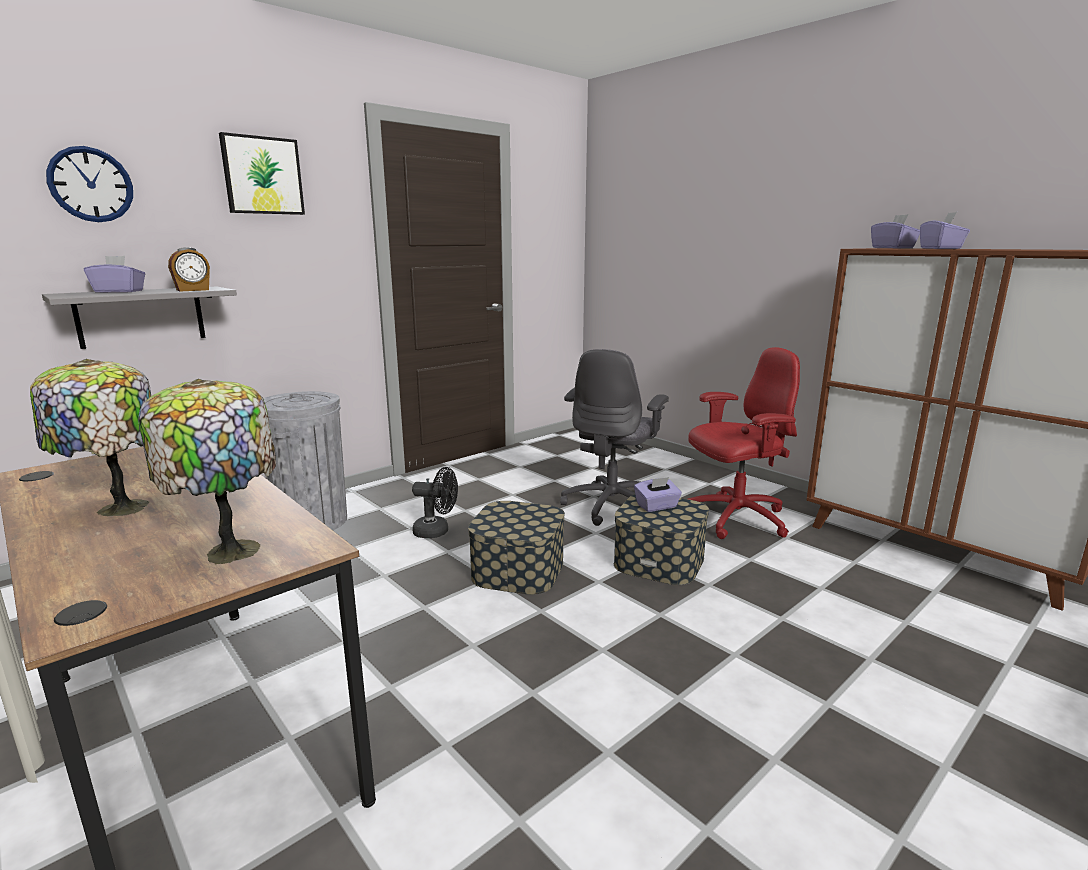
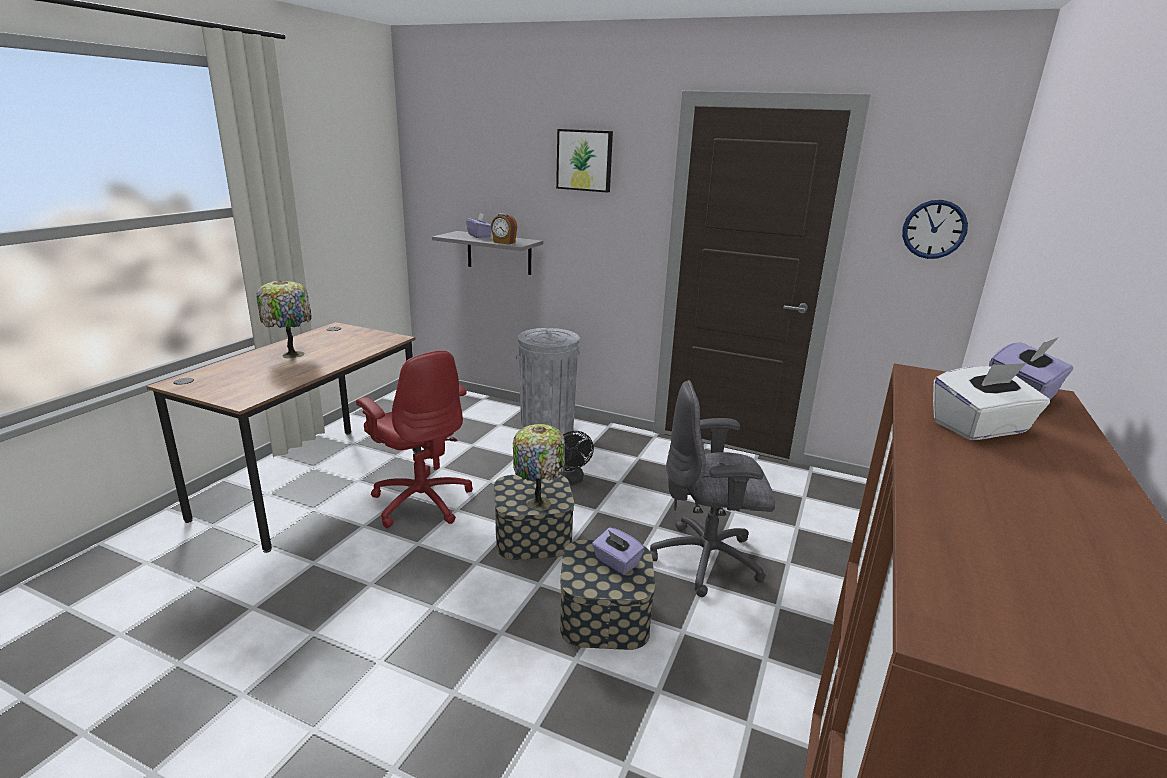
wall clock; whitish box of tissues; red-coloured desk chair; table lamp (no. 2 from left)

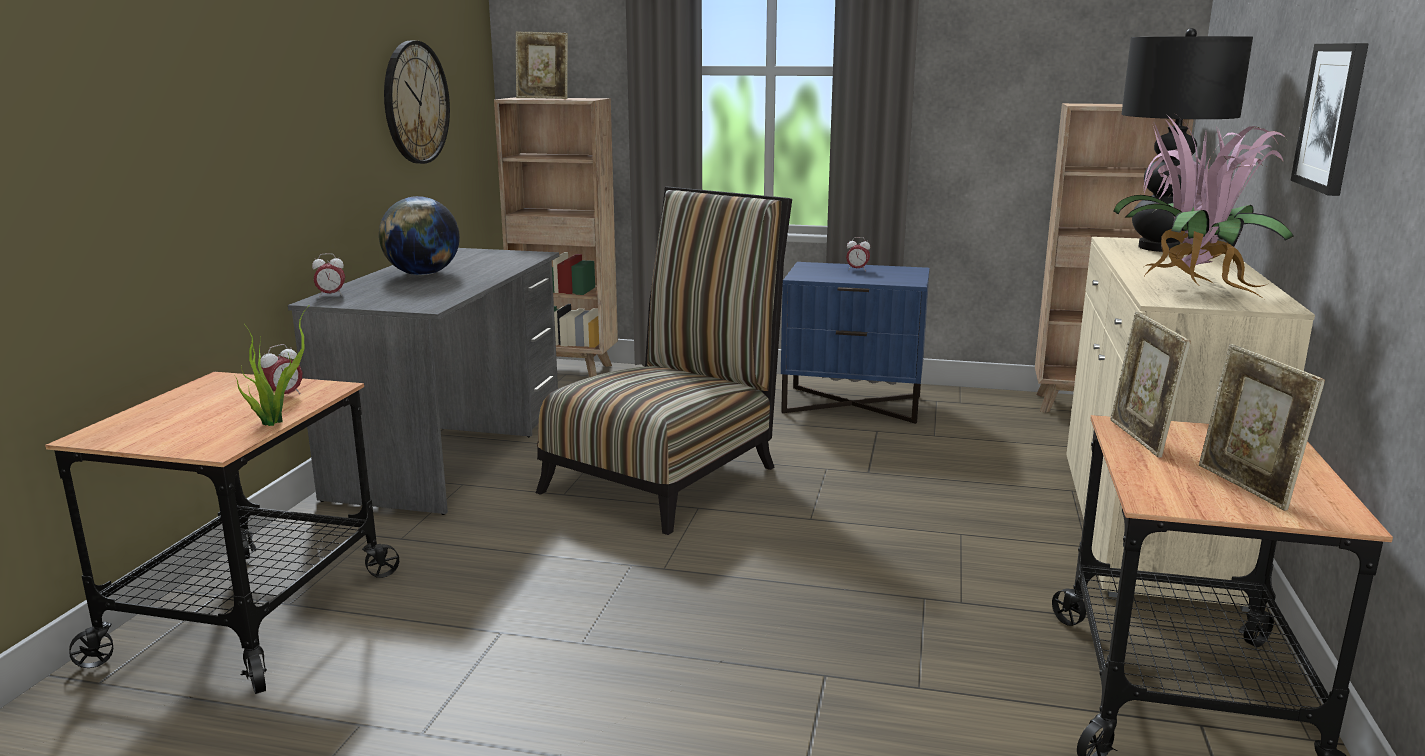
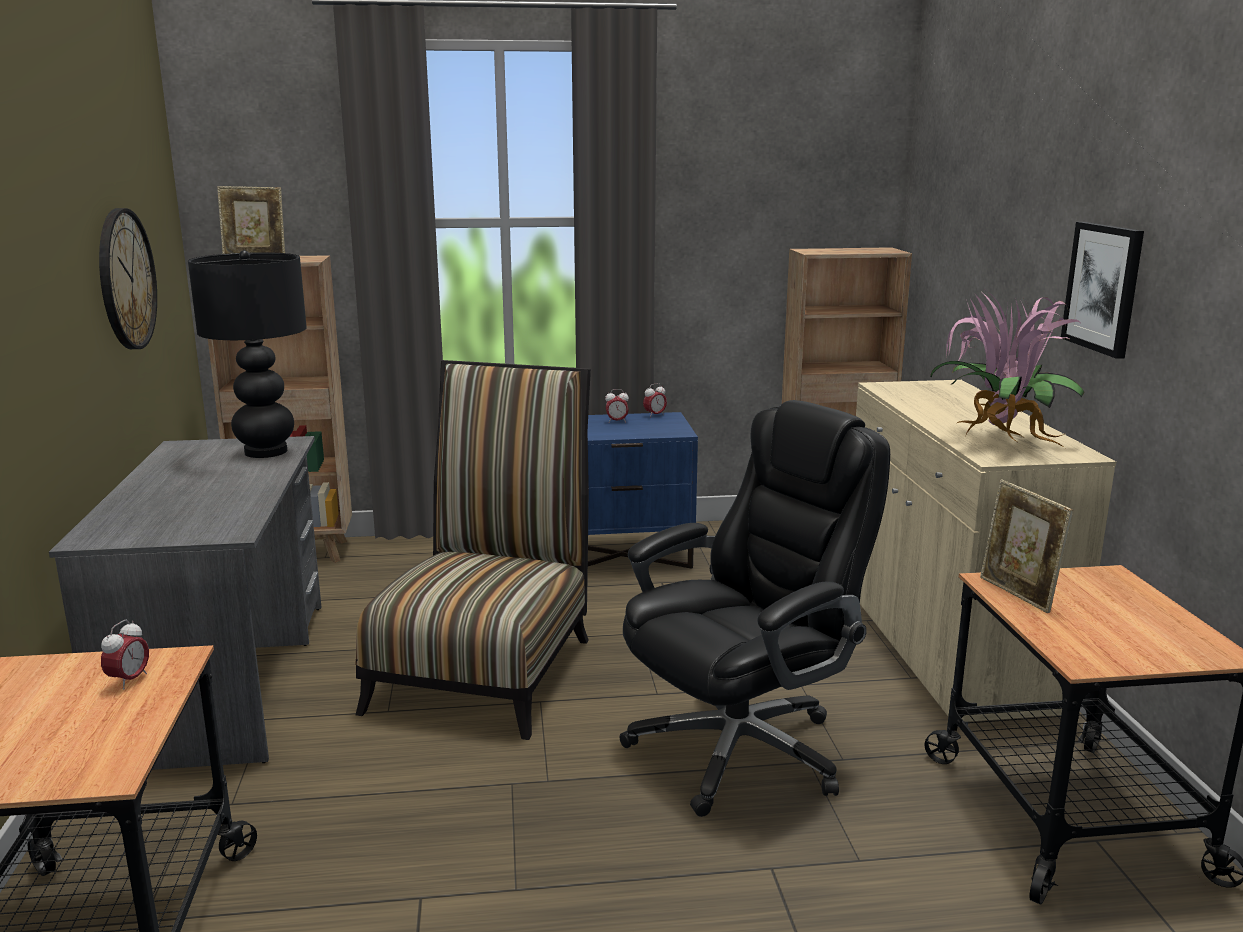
blackish table lamp; world globe; table clock (no. 3 from left); houseplant (no. 1 from left in the first image); picture frame (no. 3 from left in the first image); blackish desk chair

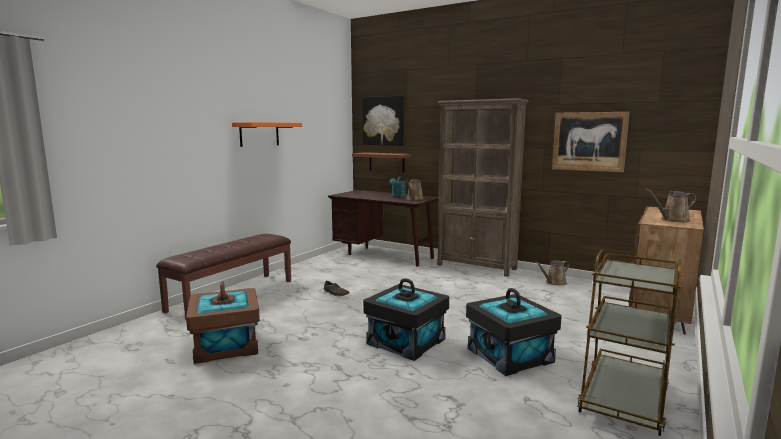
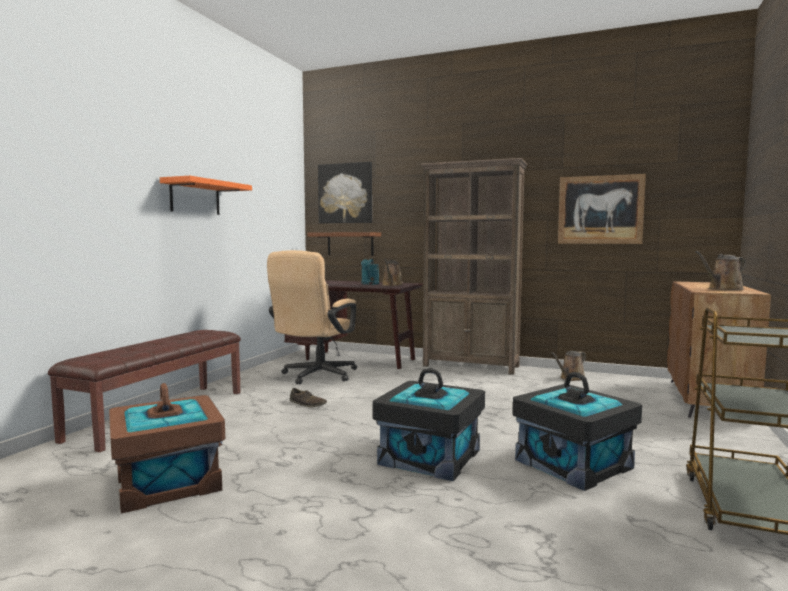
sand-coloured desk chair

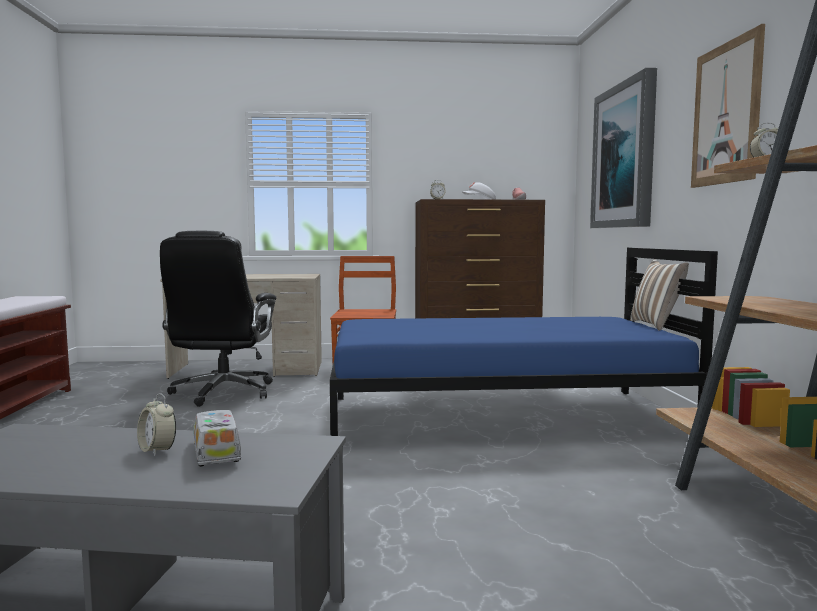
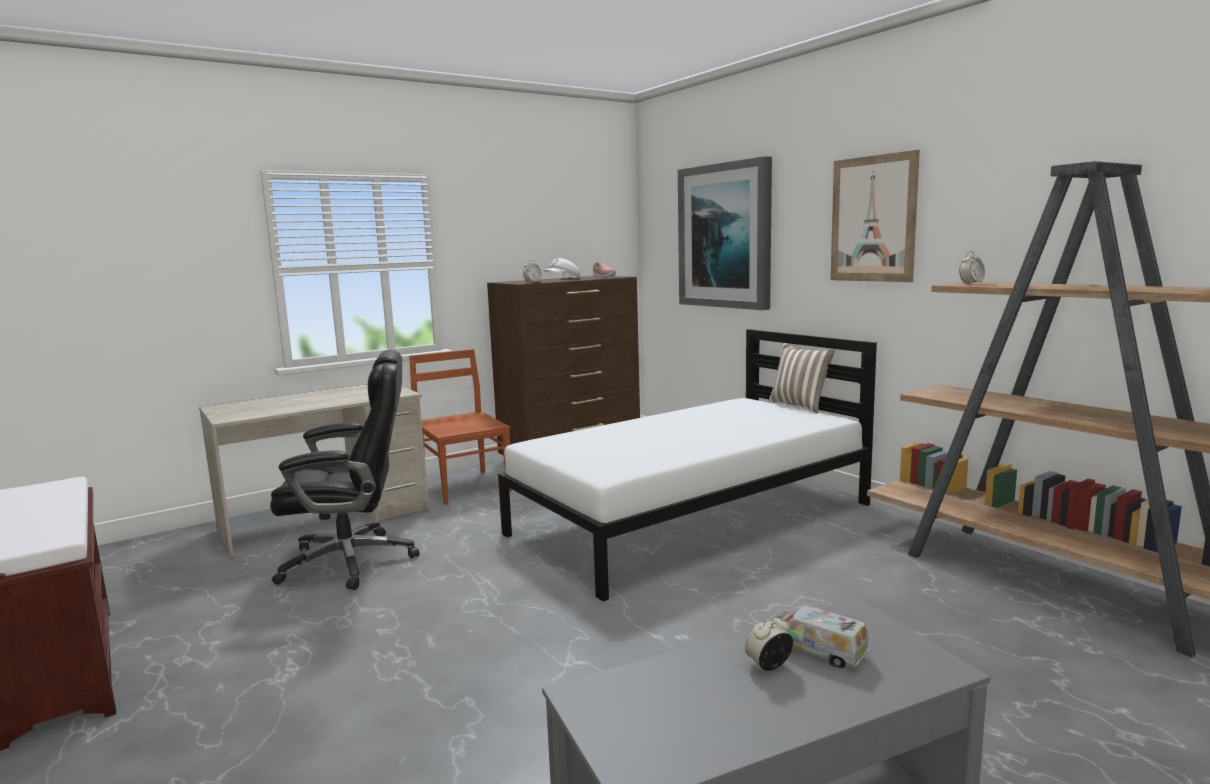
blackish desk chair; whitish bed; table clock (no. 2 from left)

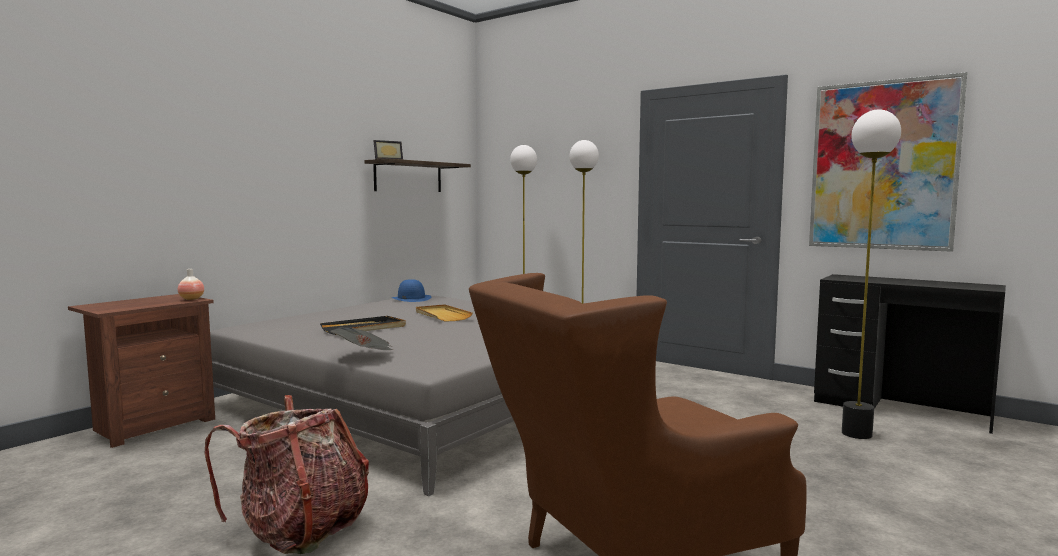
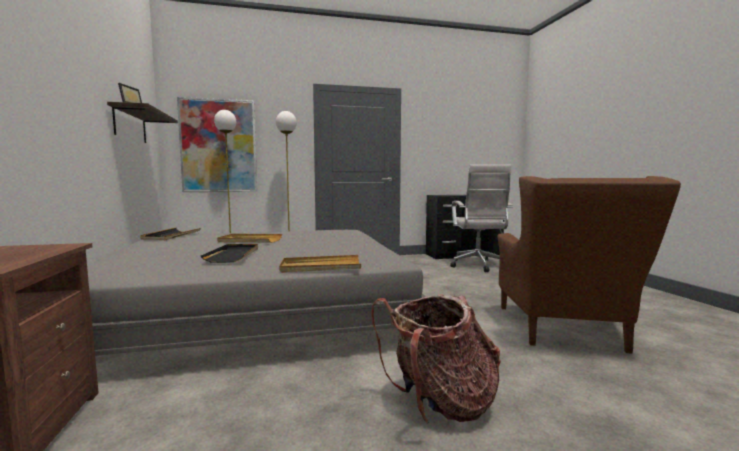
wall picture; whitish desk chair; vase; blackish serving tray (no. 1 from left); sand-coloured serving tray (no. 2 from left)

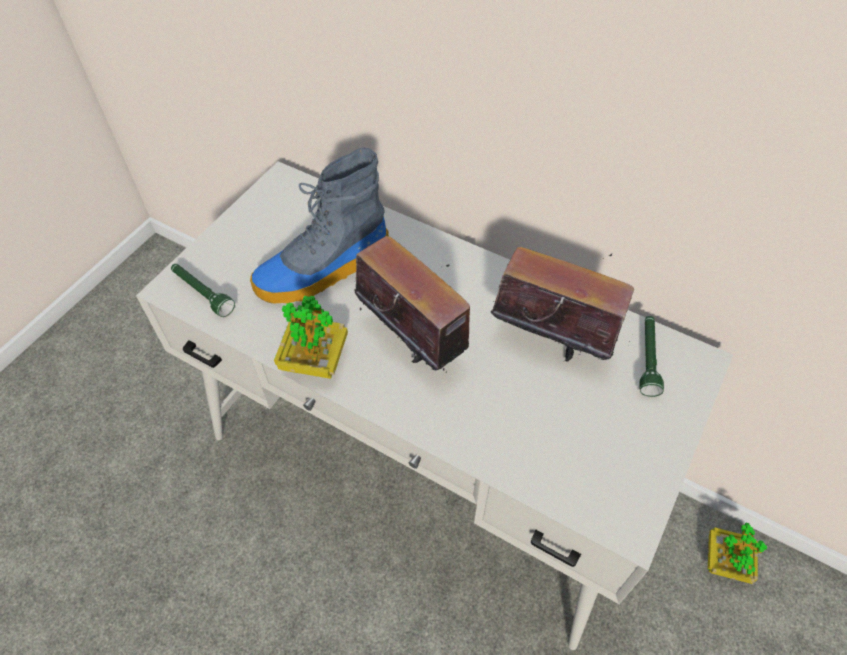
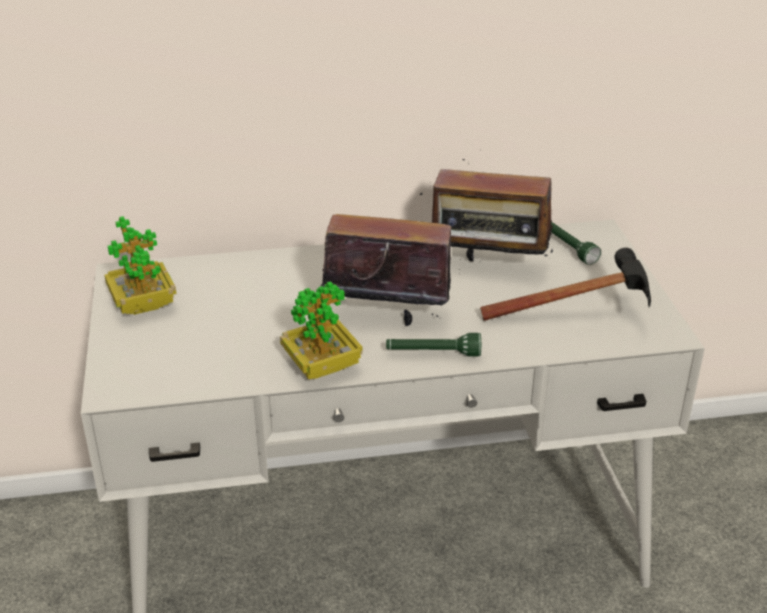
boot; radio receiver (no. 2 from left); green-coloured torch (no. 1 from left); houseplant (no. 1 from left); tool hammer

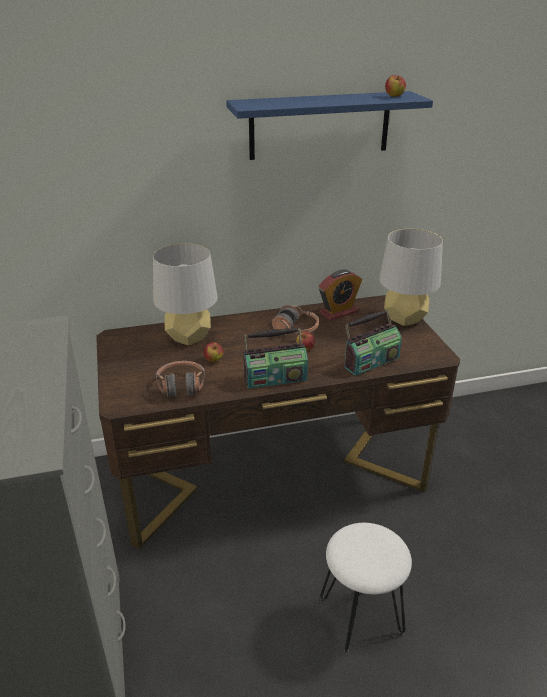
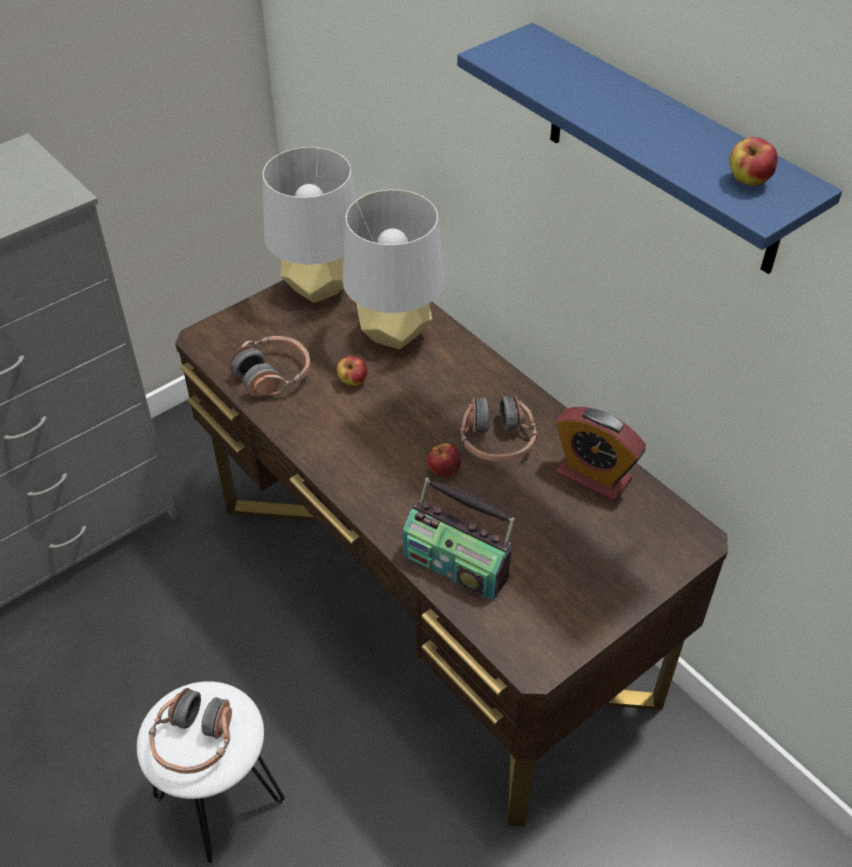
gray table lamp (no. 1 from left); radio receiver (no. 1 from left in the first image); headphones (no. 1 from left)

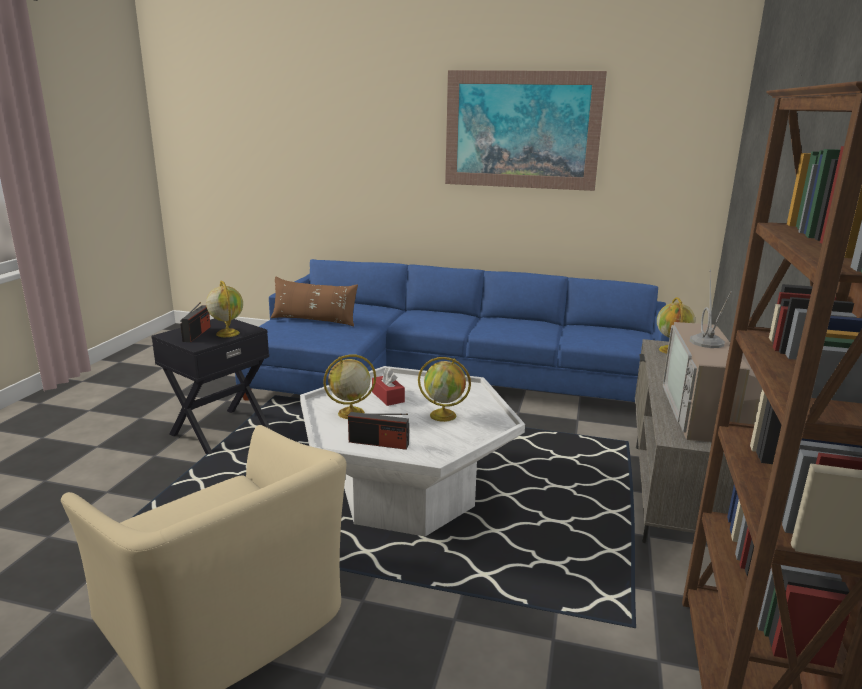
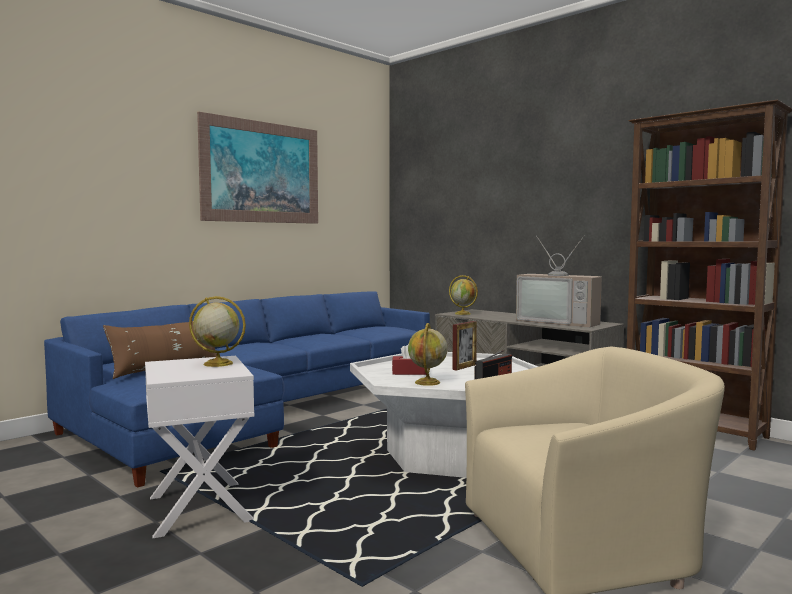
radio receiver (no. 1 from left in the first image); whitish side table; picture frame

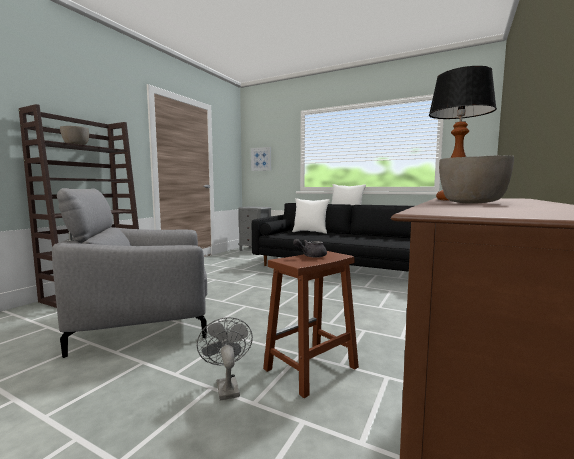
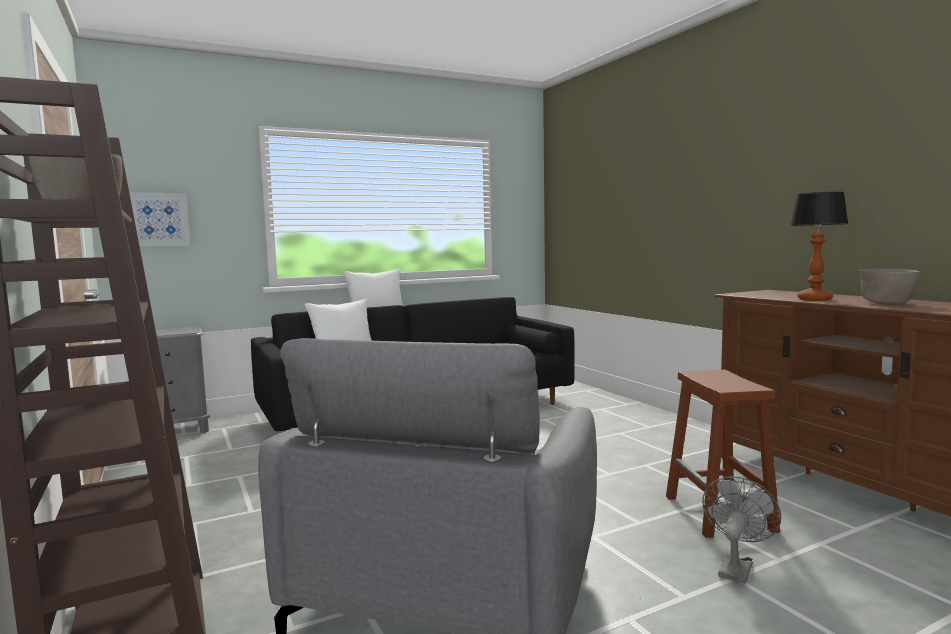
gray teapot; gray electric fan

